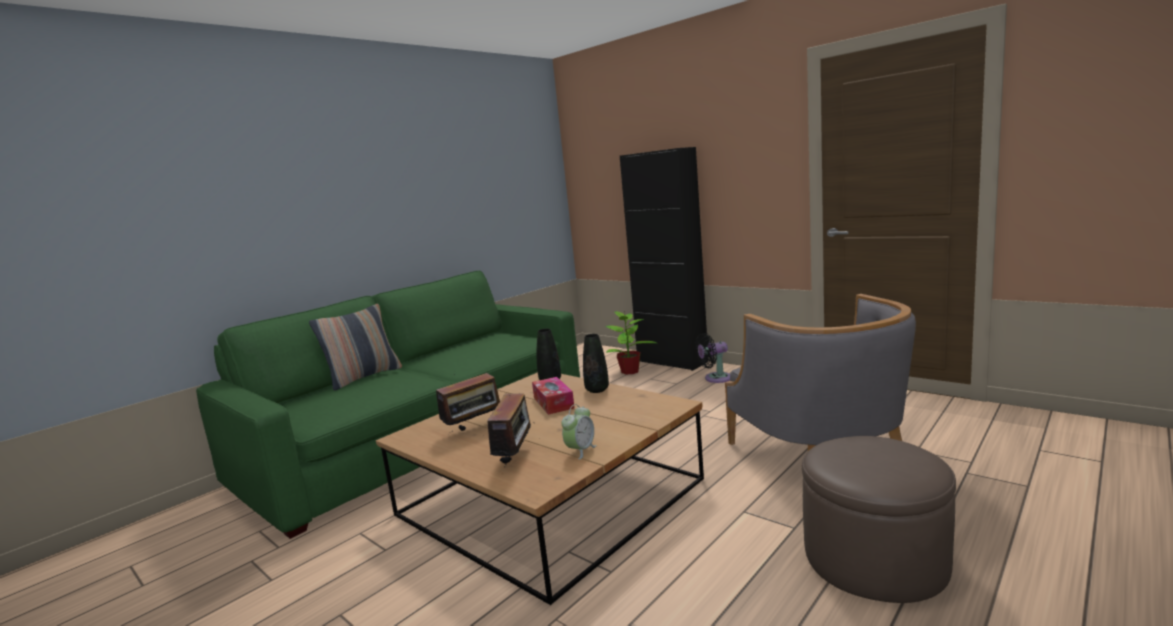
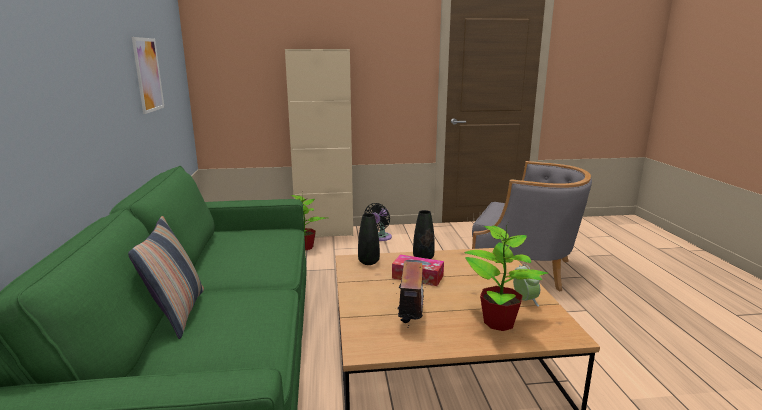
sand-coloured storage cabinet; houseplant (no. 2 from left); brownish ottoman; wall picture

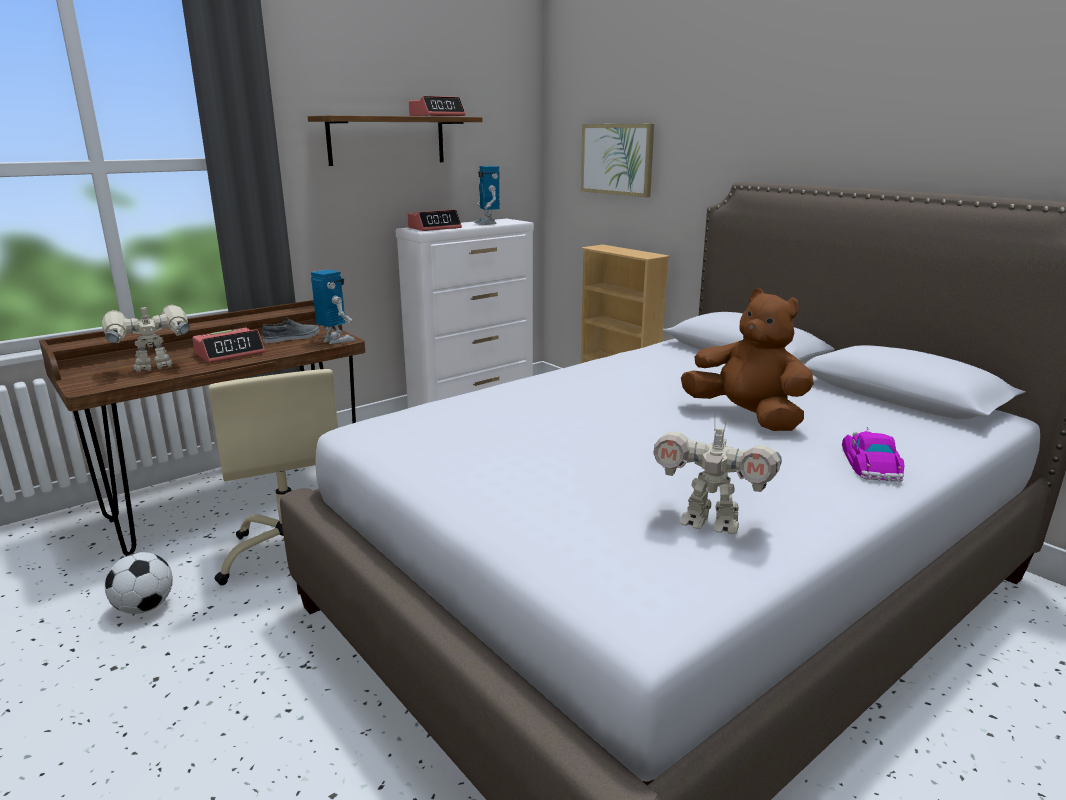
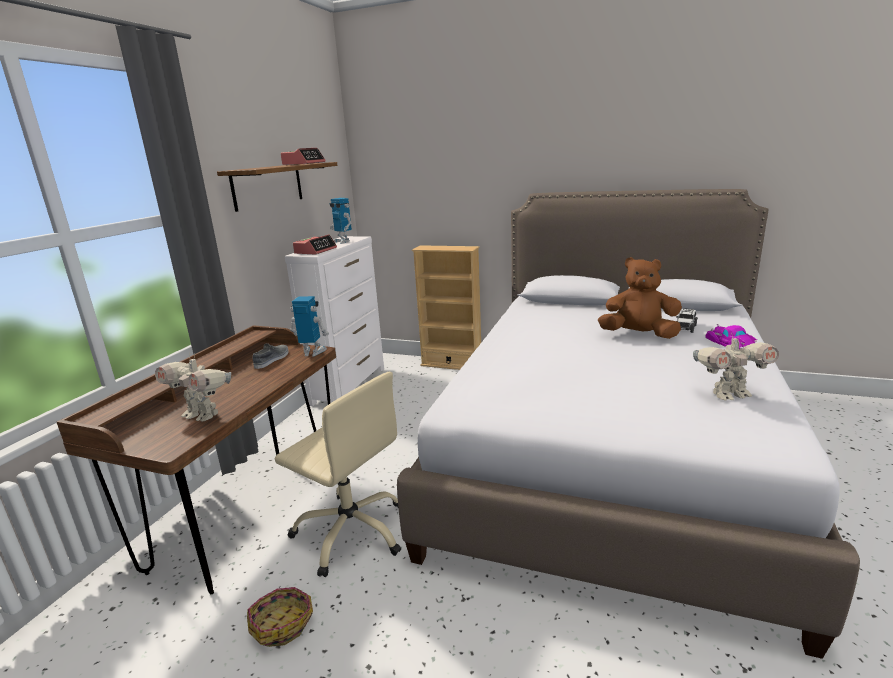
wall picture; model robot (no. 1 from left); table clock (no. 1 from left in the first image); household basket; miniature car (no. 1 from left)

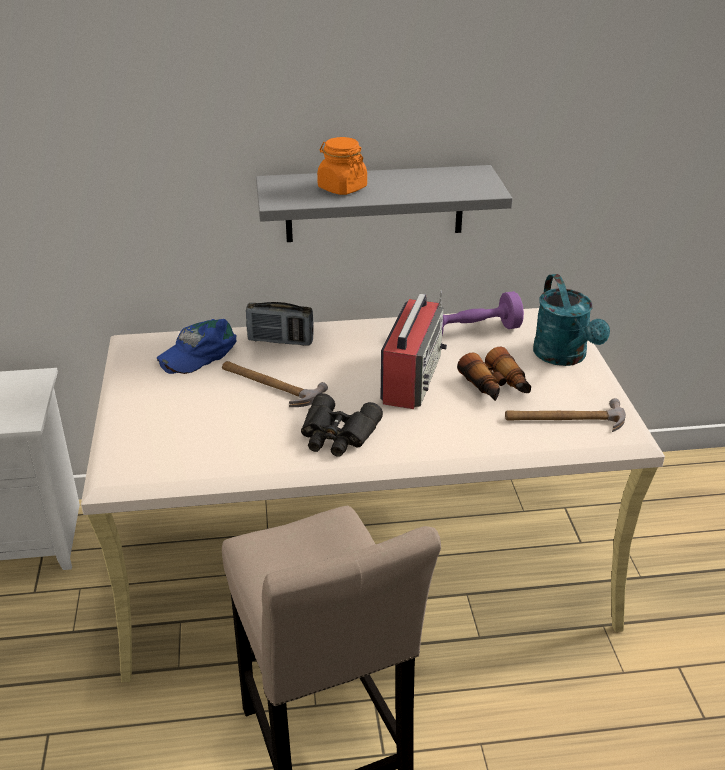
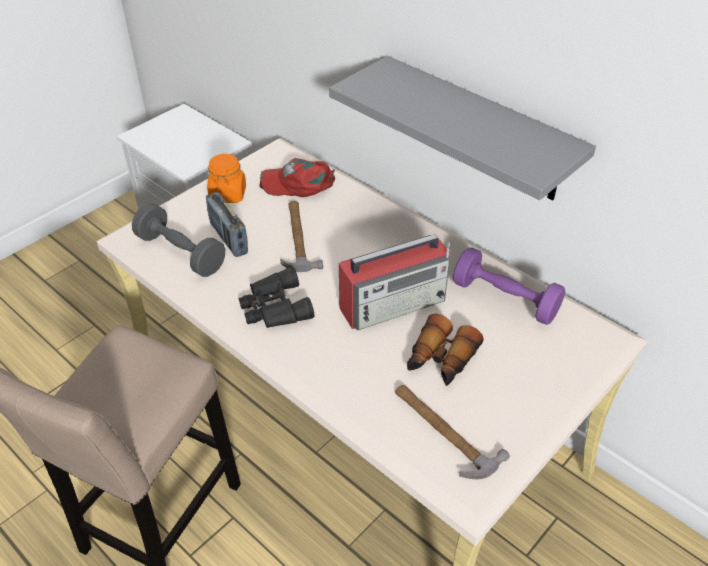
orange-coloured storage jar; blue-green watering pot; radio receiver (no. 1 from left); red-coloured peaked cap; gray dumbbell

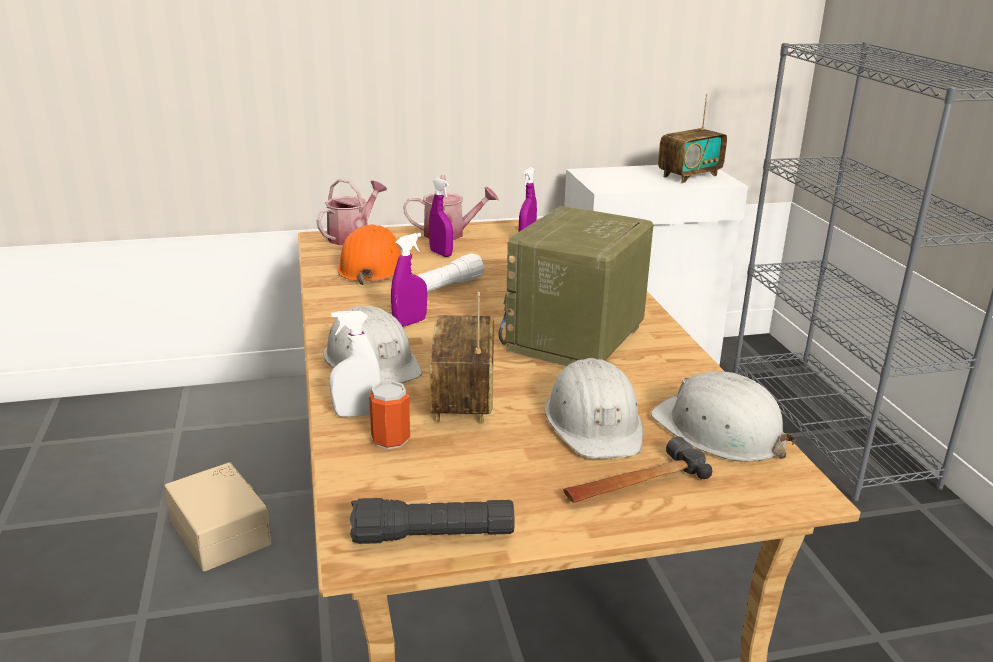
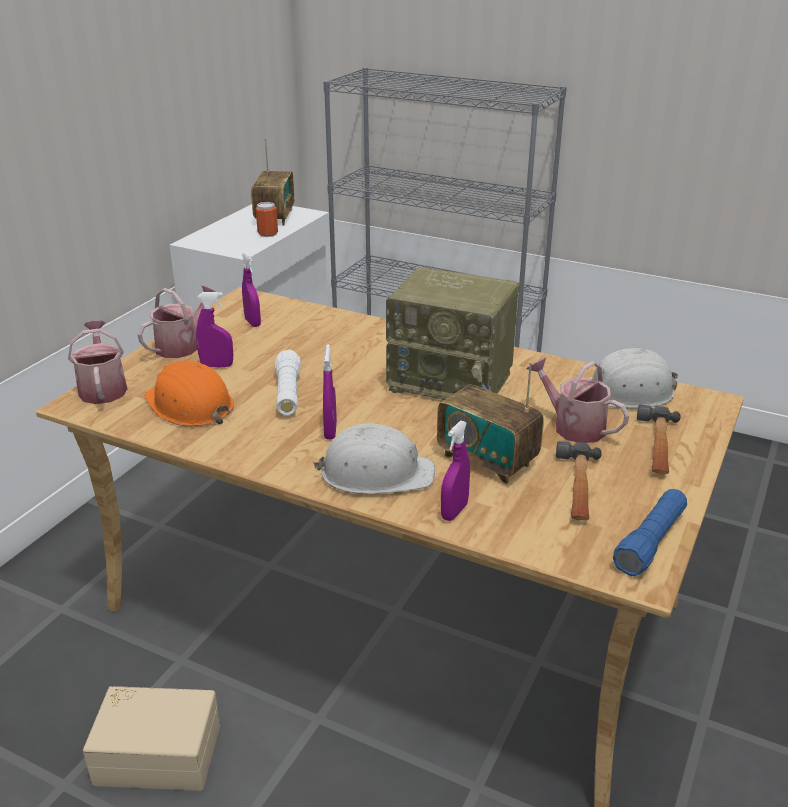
radio receiver (no. 2 from left); purple-coloured spray bottle (no. 4 from left); watering pot (no. 3 from left); metal can; blue-coloured torch; tool hammer (no. 1 from left)

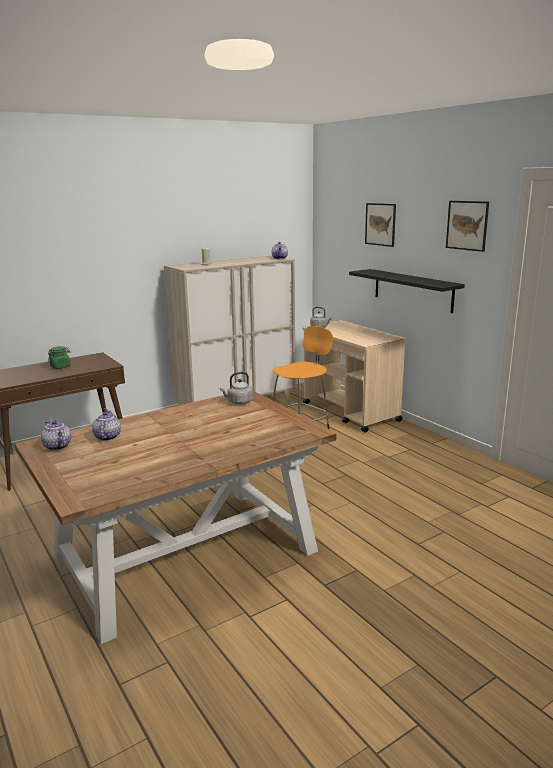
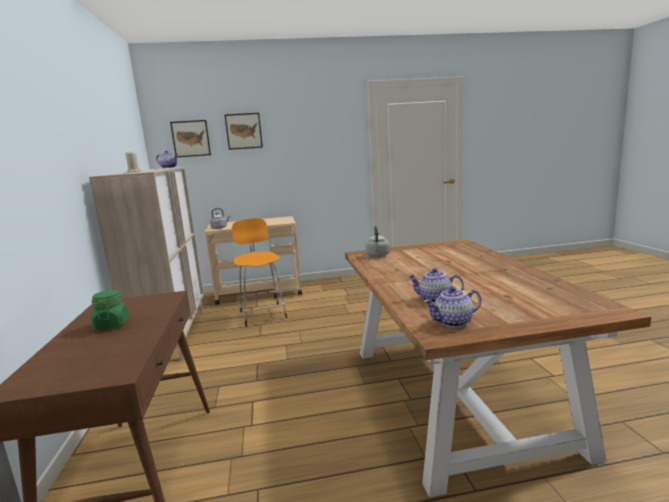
wall picture (no. 1 from left); blackish wall shelf

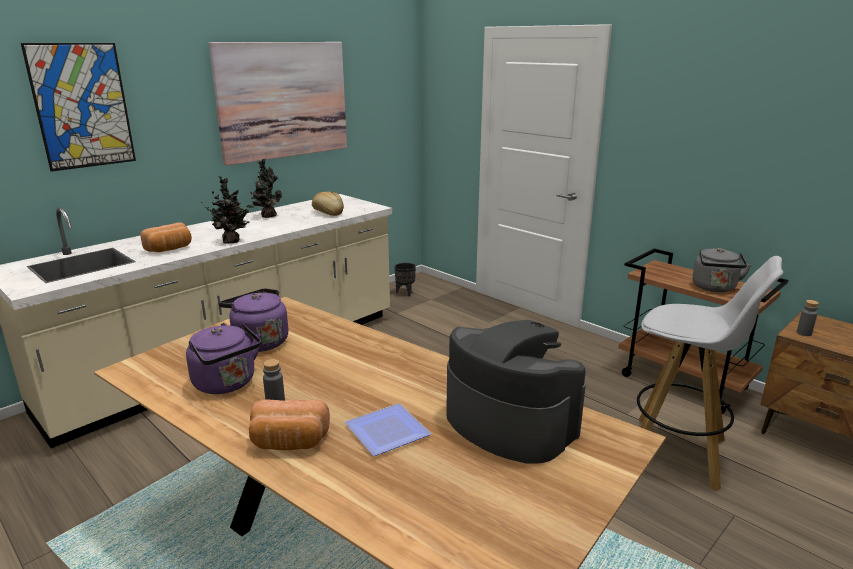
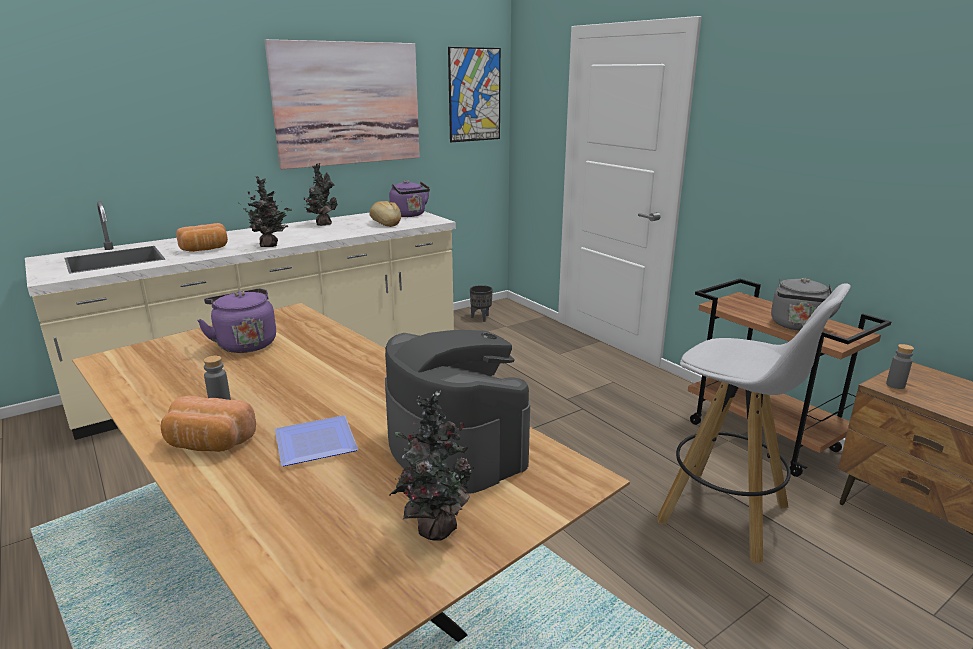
wall picture (no. 2 from left); purple-coloured tea kettle (no. 2 from left); houseplant (no. 3 from left)

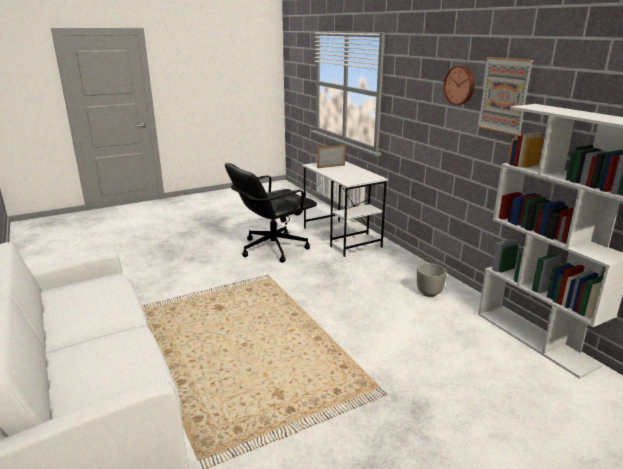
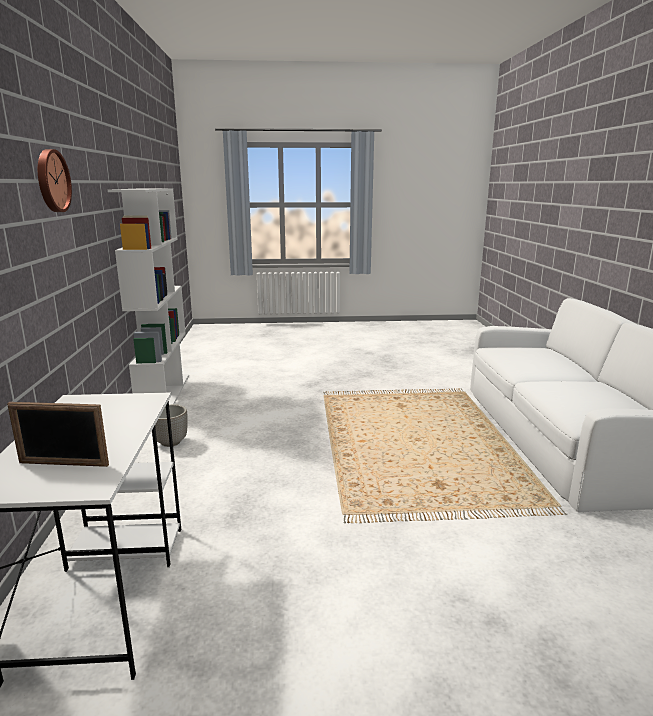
wall picture; blackish desk chair

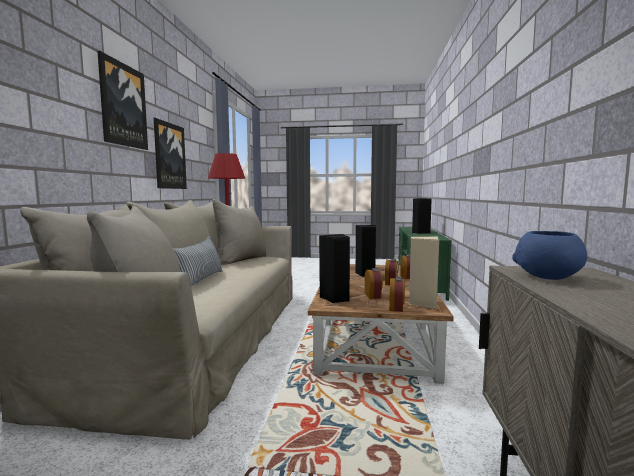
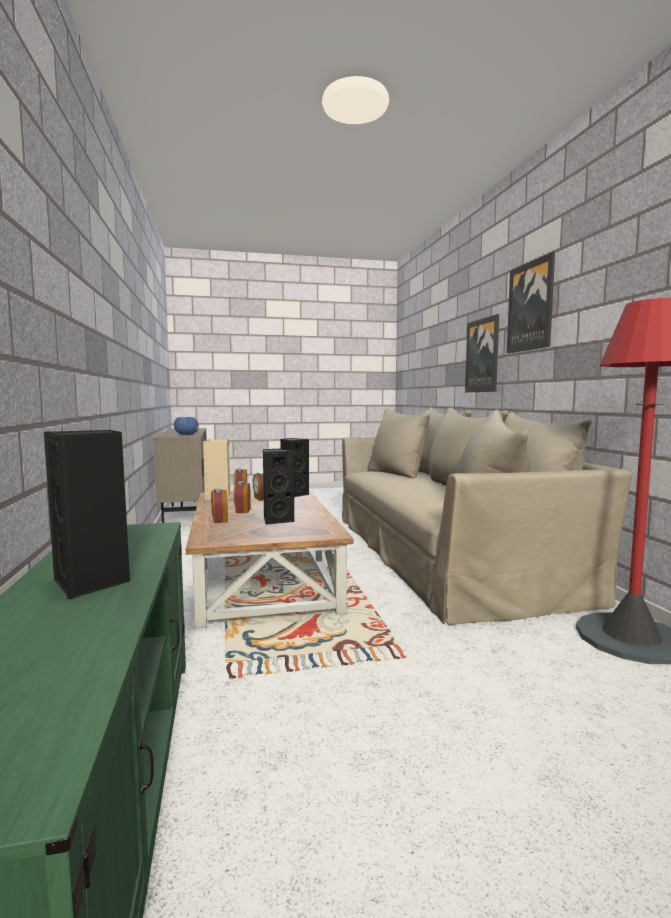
wall picture (no. 1 from left); pillow

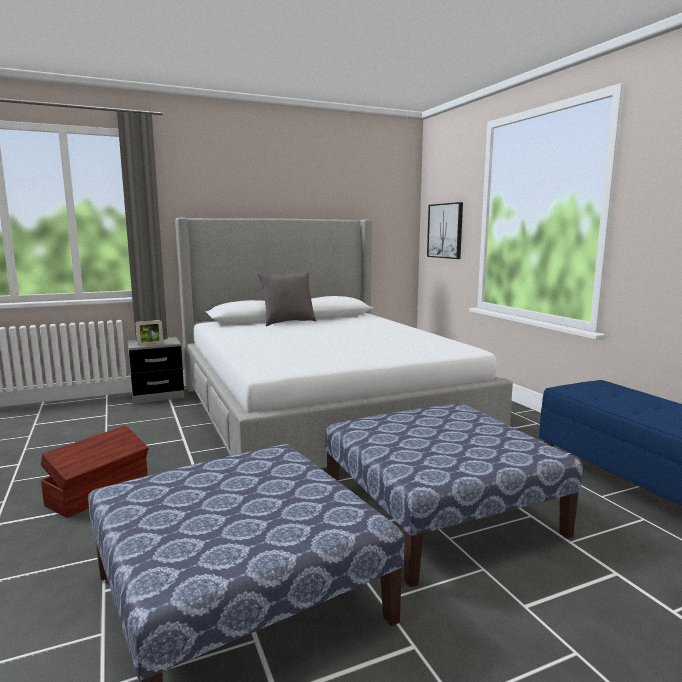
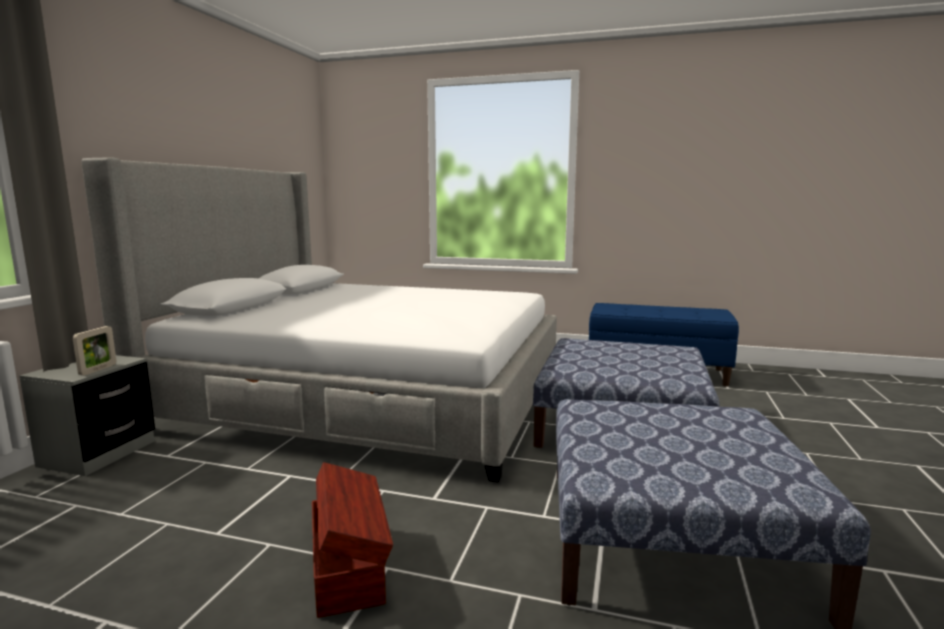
wall picture; gray pillow

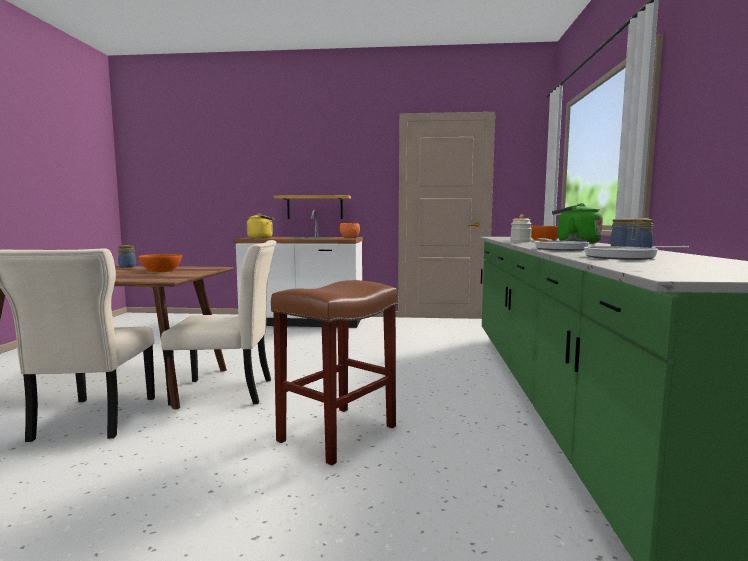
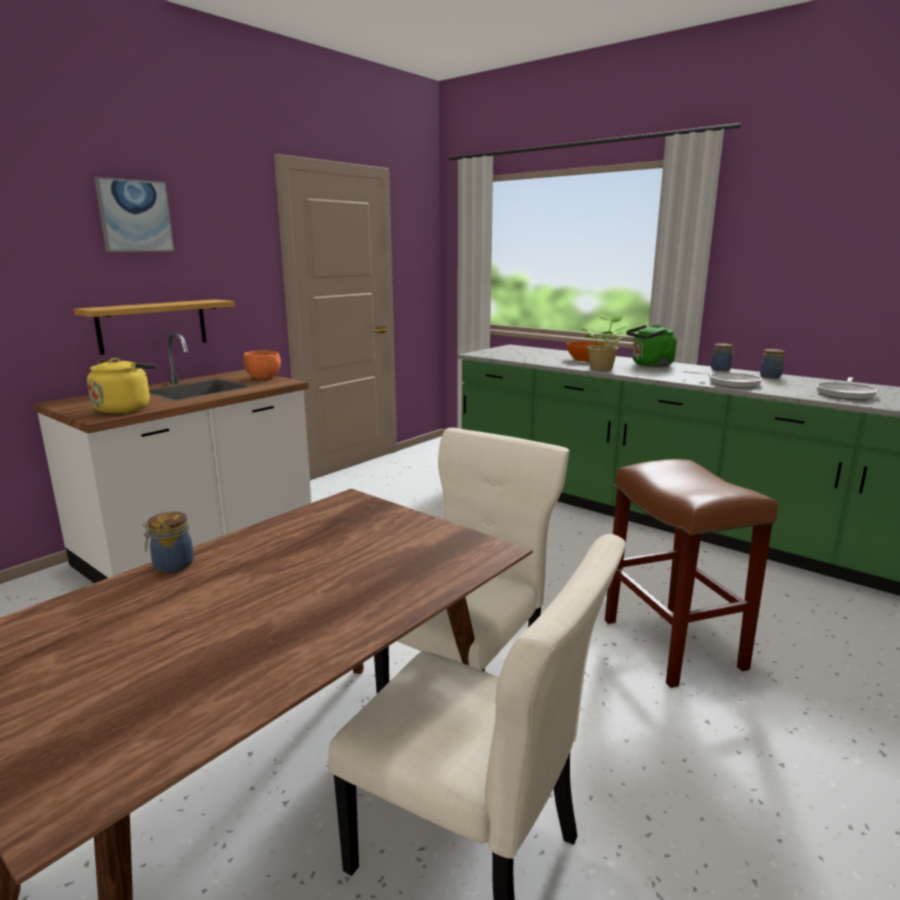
houseplant; orange-coloured deep dish (no. 1 from left in the first image); wall picture

